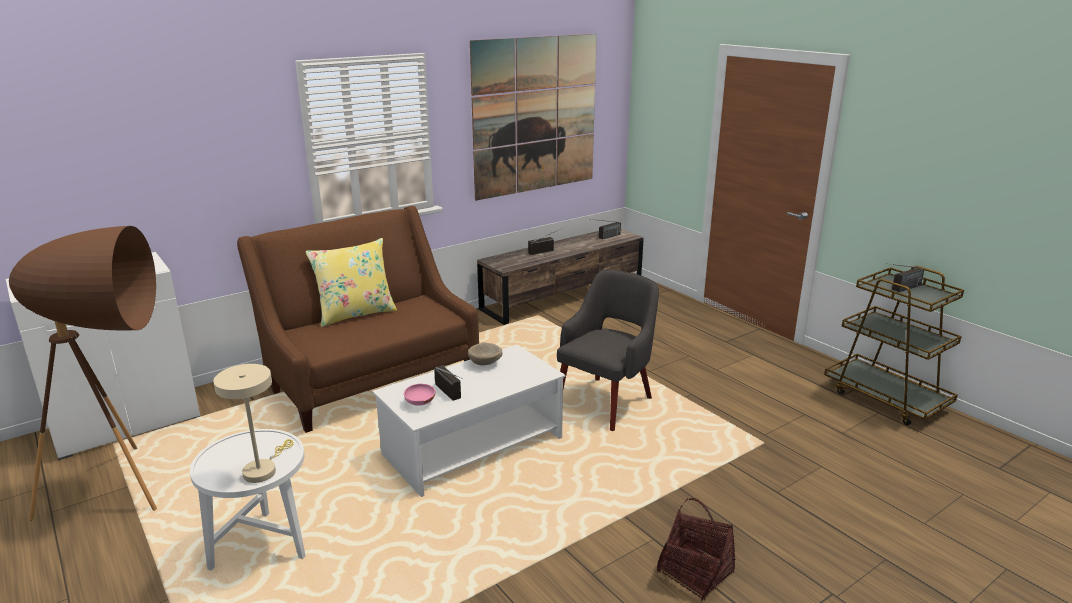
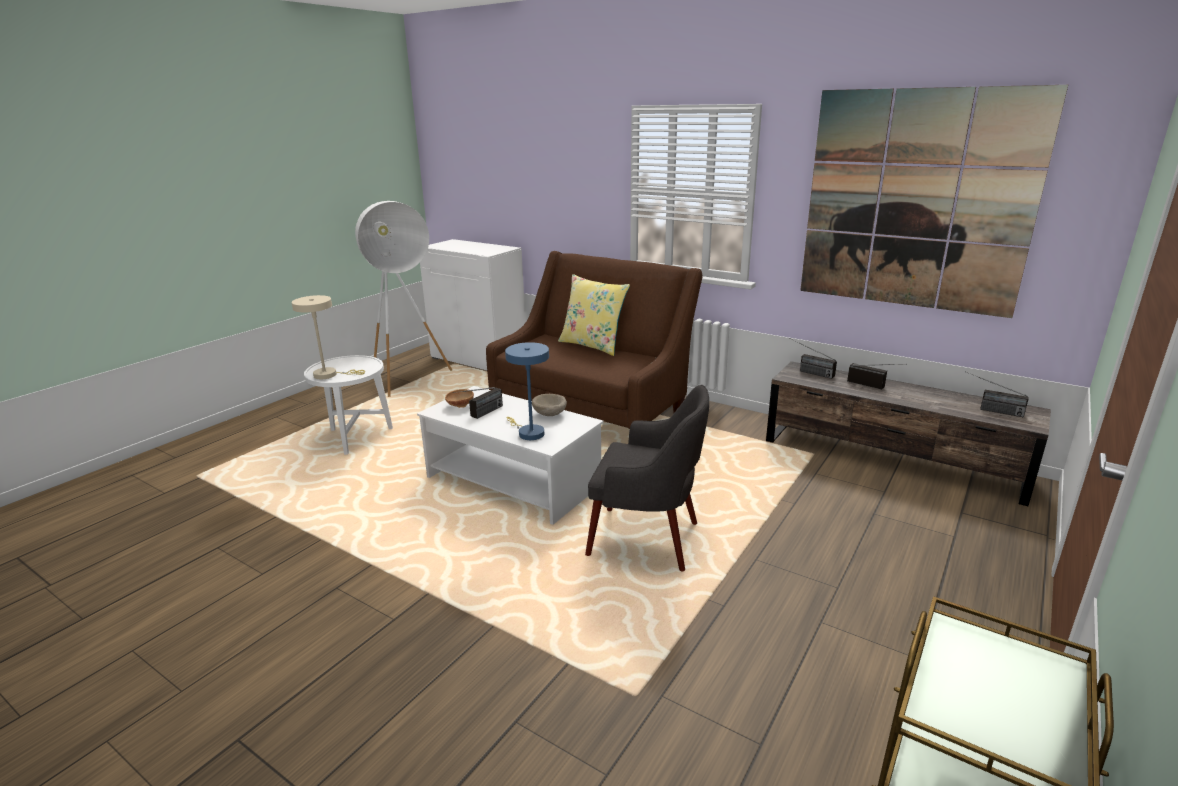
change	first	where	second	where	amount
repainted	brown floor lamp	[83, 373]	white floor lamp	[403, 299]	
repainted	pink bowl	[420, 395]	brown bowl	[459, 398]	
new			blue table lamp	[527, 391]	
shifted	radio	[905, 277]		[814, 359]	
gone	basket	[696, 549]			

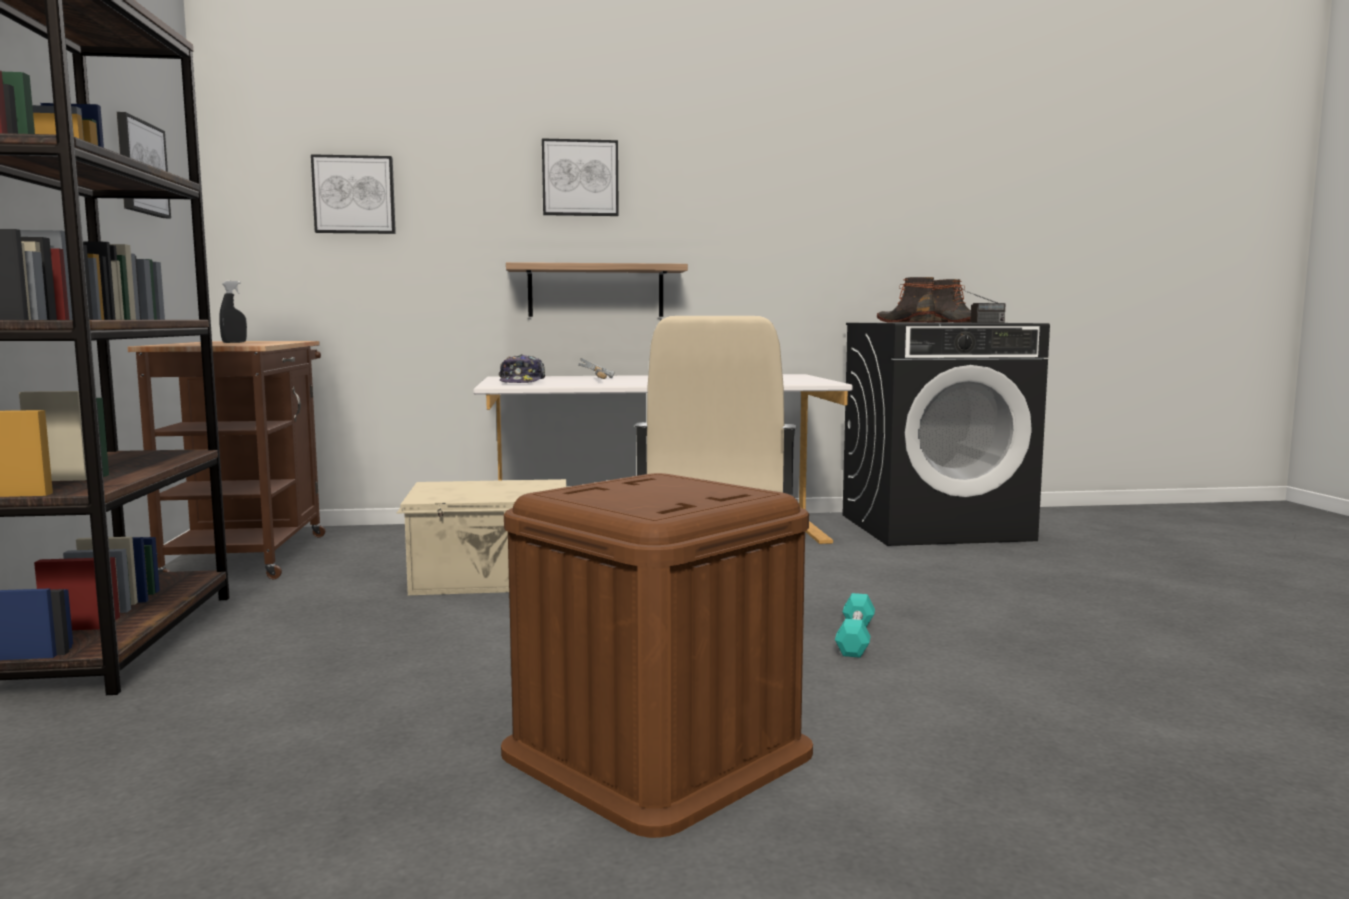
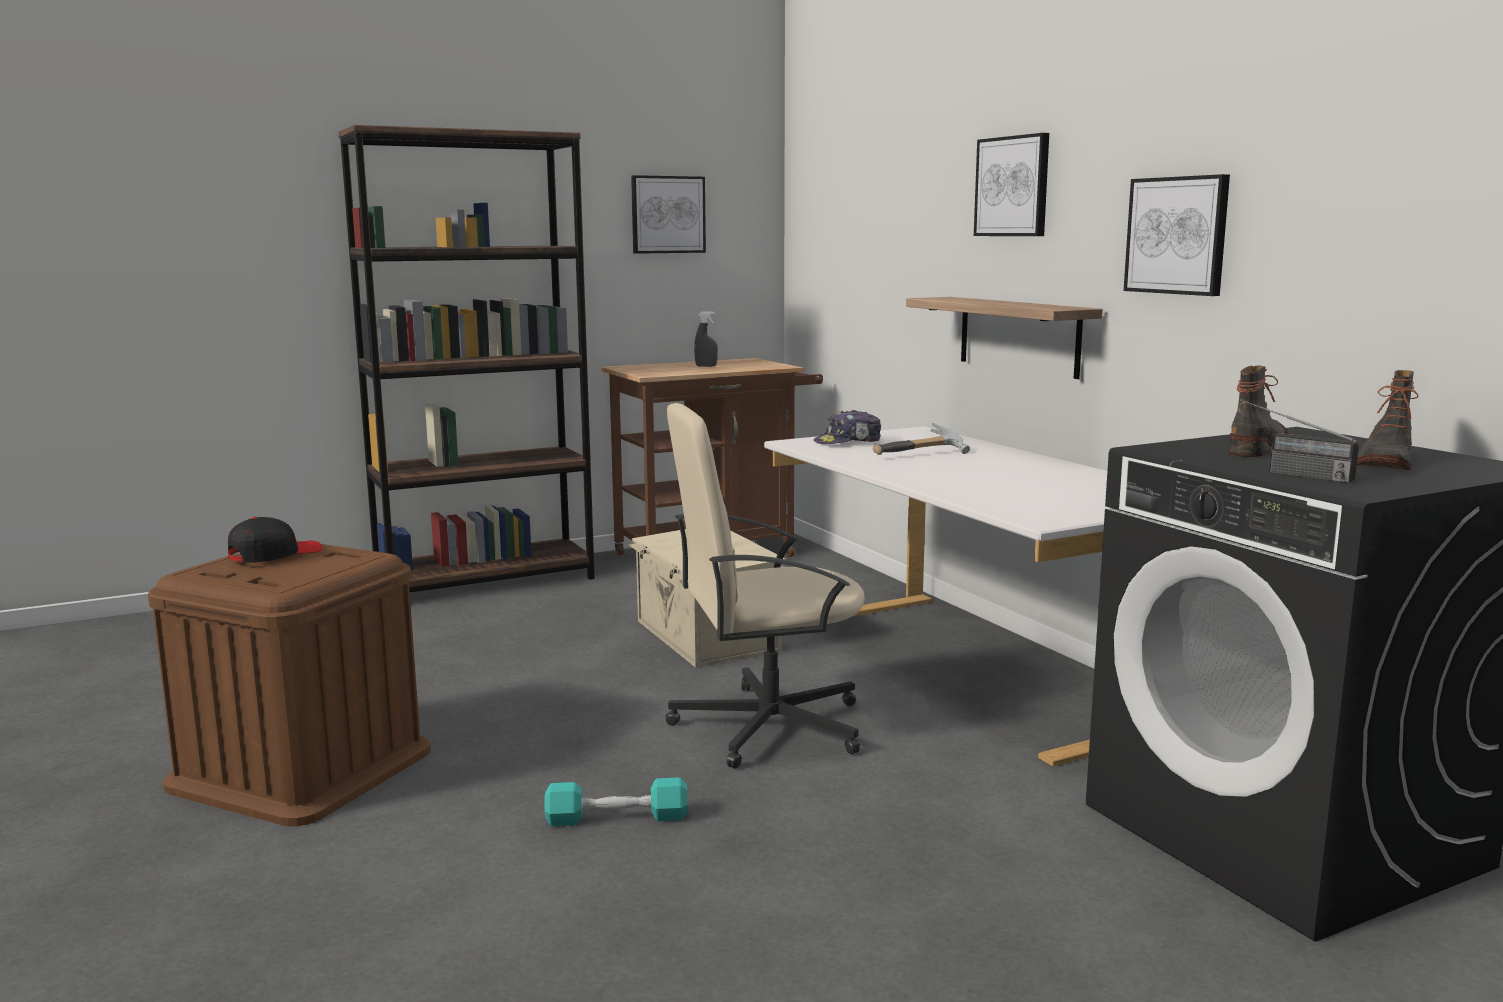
change	first	where	second	where	amount
new			black cap	[275, 540]	
shifted	picture	[353, 194]		[1177, 235]	

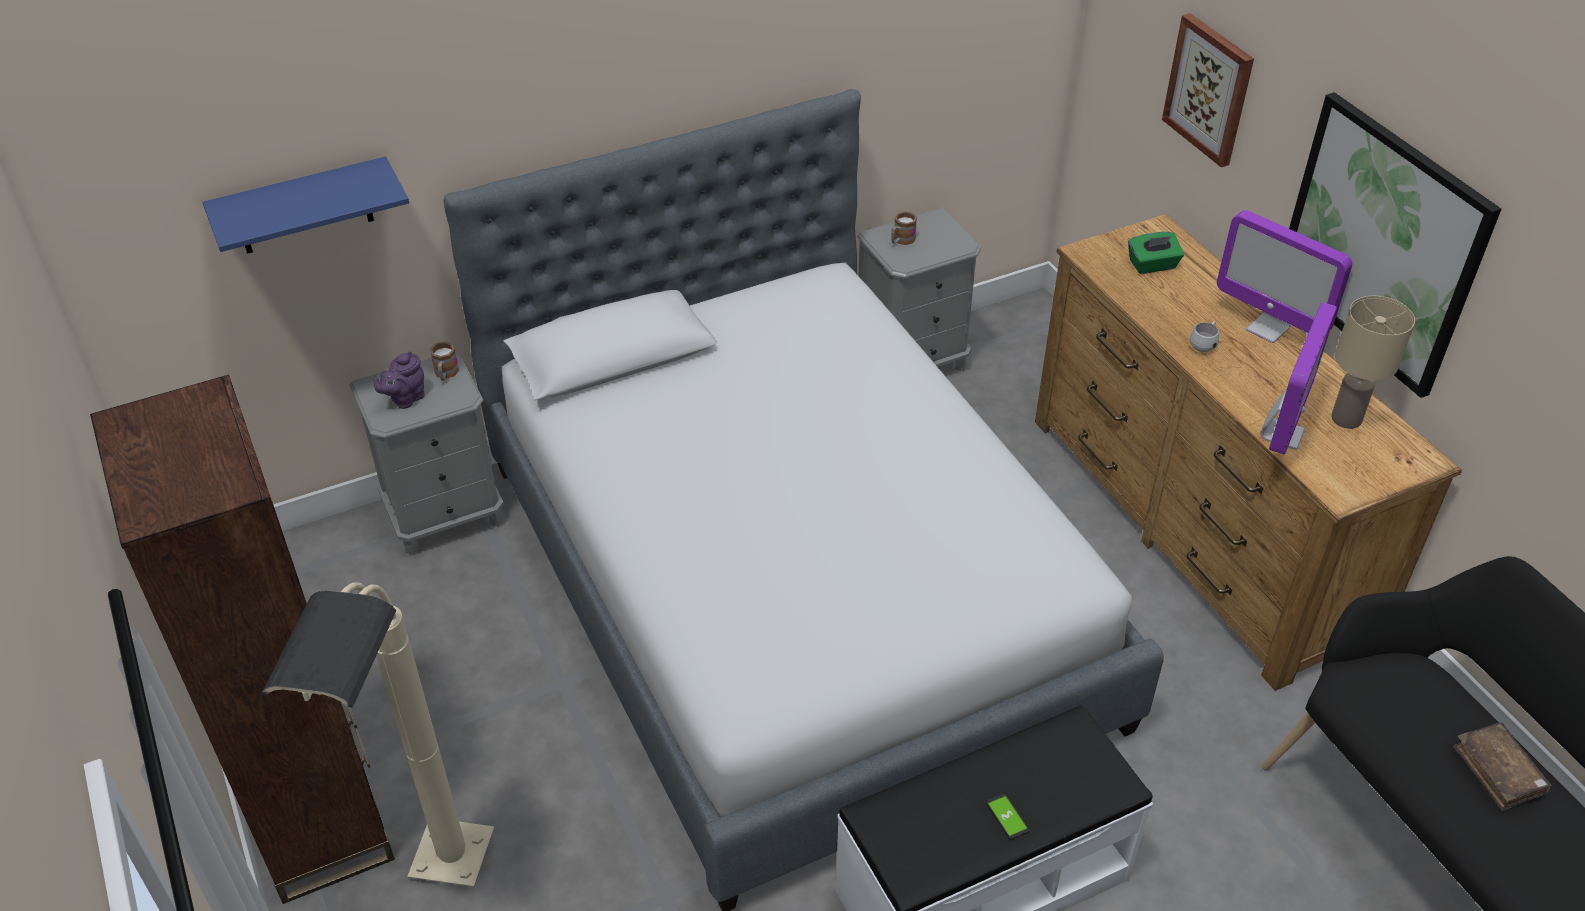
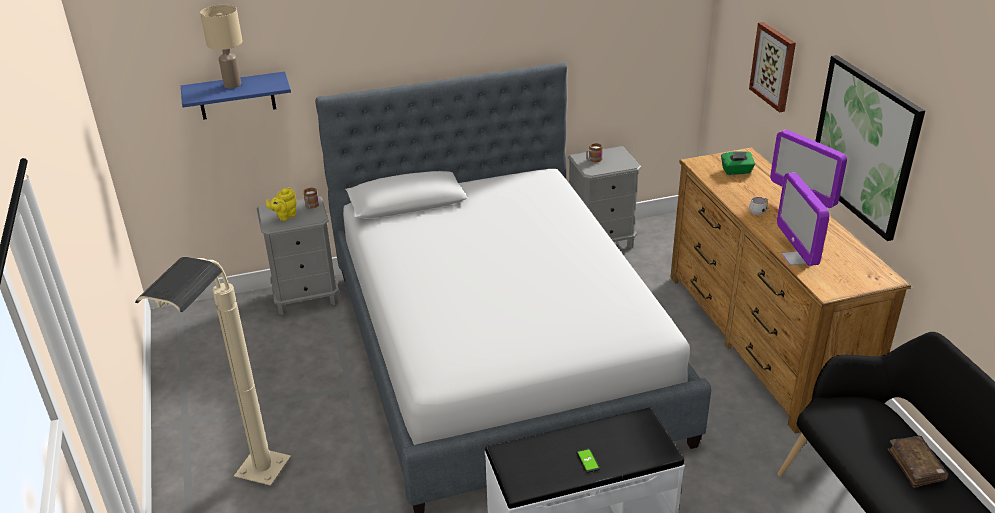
change	first	where	second	where	amount
shifted	beige table lamp	[1373, 362]		[221, 46]	
repainted	purple teapot	[399, 380]	yellow teapot	[281, 204]	
rotated	monitor	[1298, 378]		[803, 219]	135 degrees clockwise
gone	brown bookcase	[242, 639]			

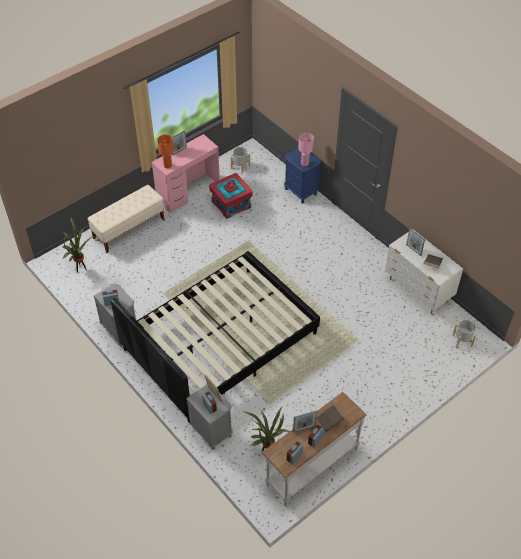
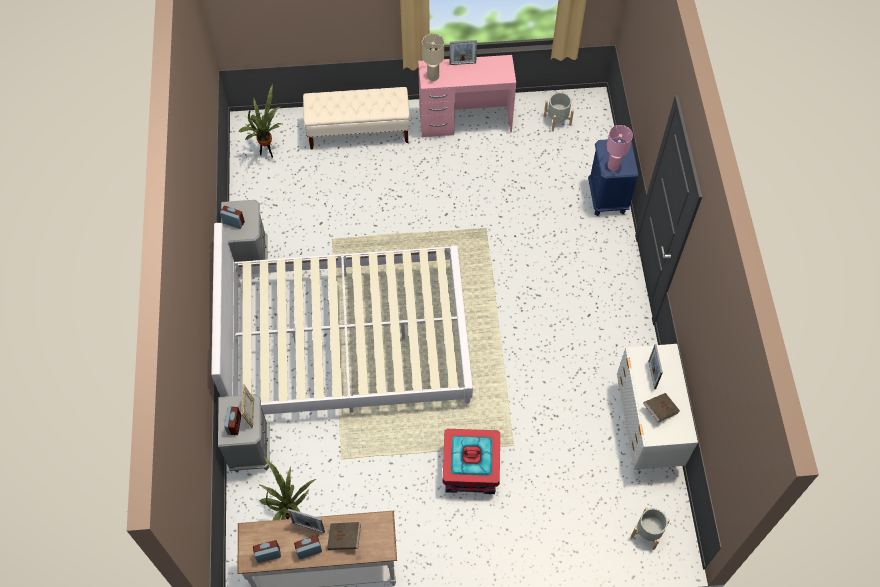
change	first	where	second	where	amount
repainted	black bed	[215, 337]	white bed	[342, 319]	
repainted	orange table lamp	[165, 151]	beige table lamp	[433, 57]	
shifted	red storage box	[231, 196]		[471, 461]	

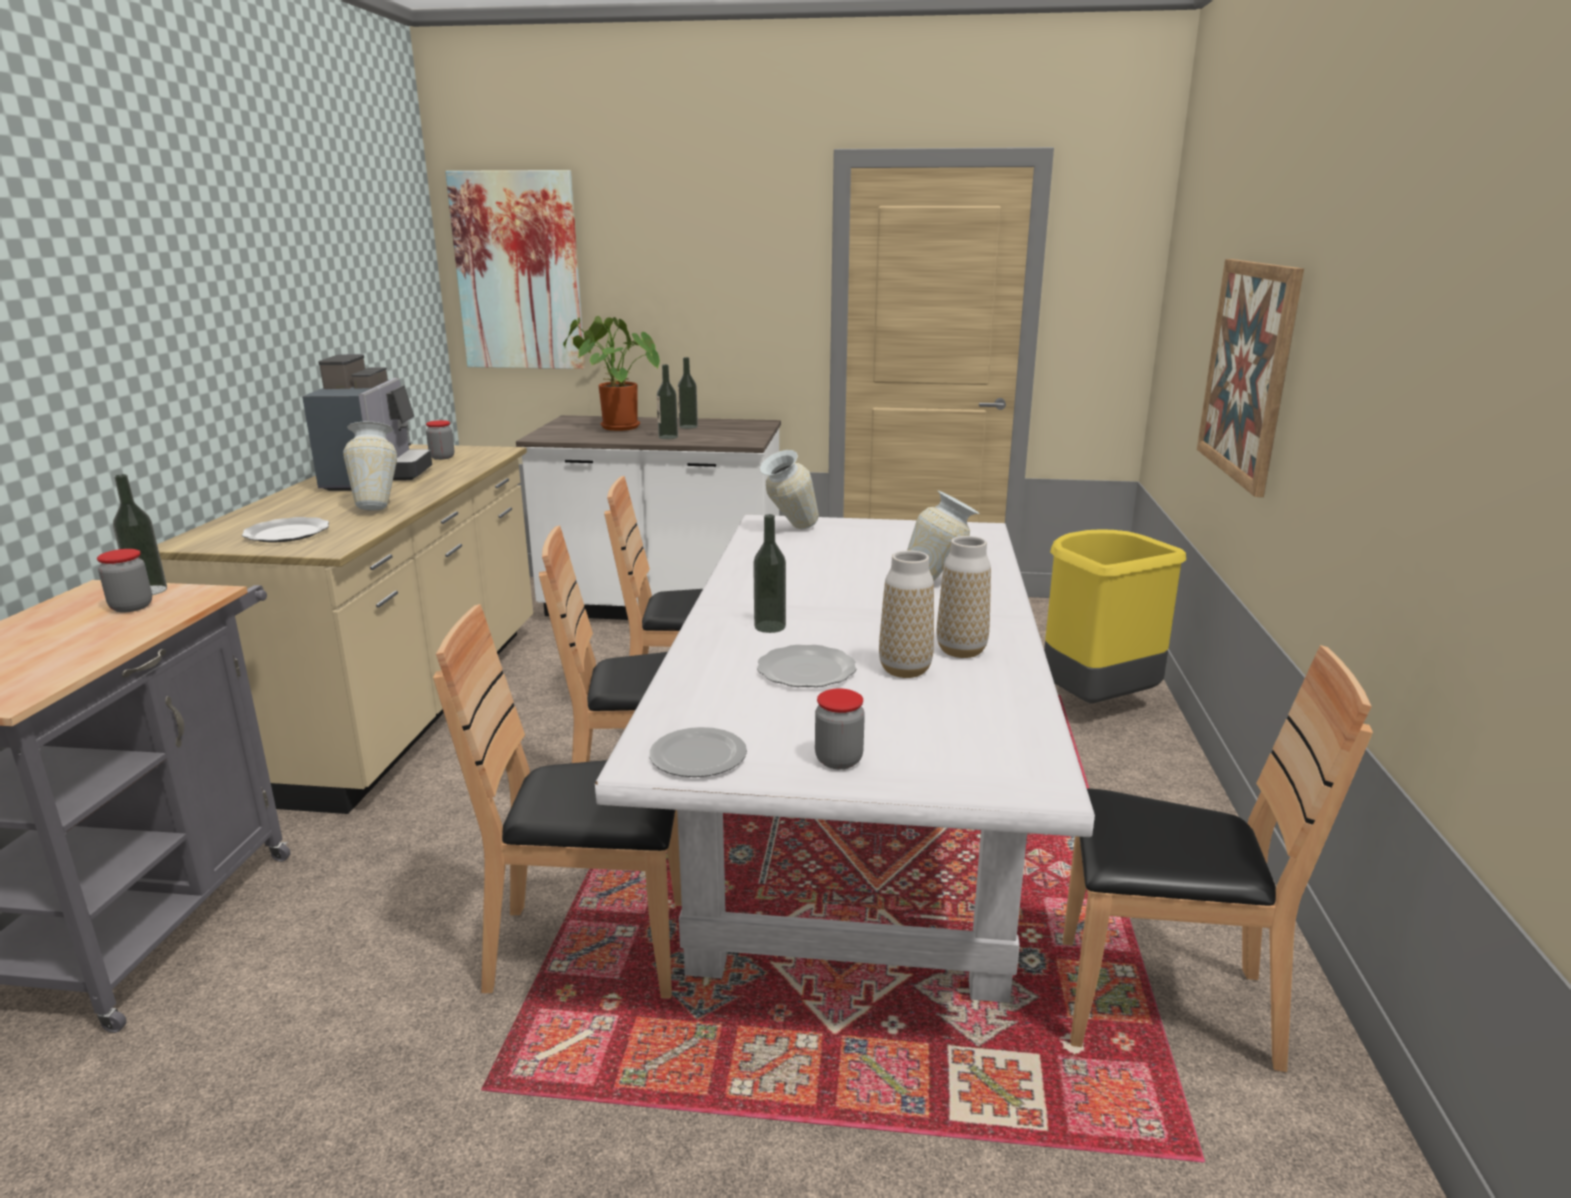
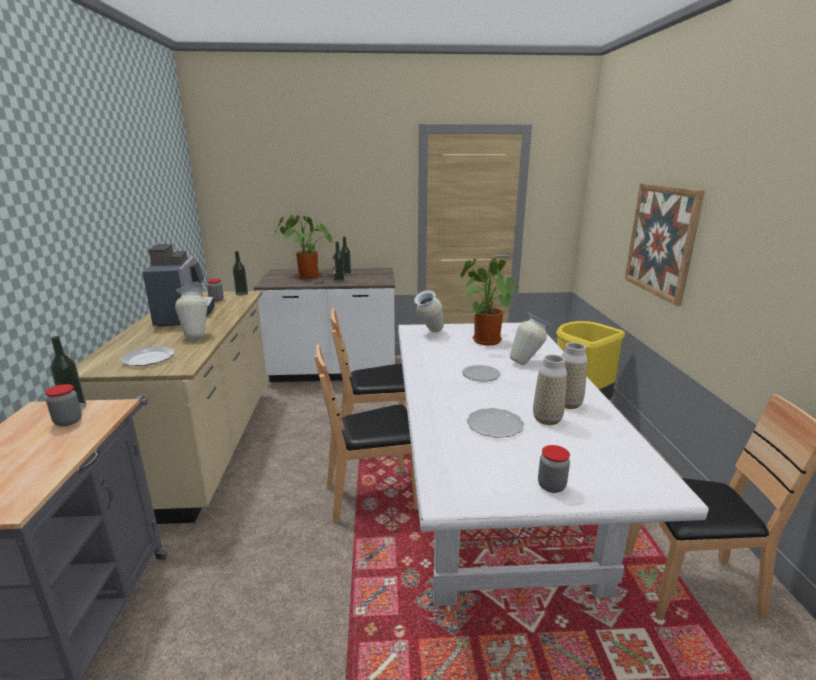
change	first	where	second	where	amount
shifted	bottle	[769, 573]		[240, 273]	
new			potted plant	[489, 302]	
shifted	plate	[698, 752]		[481, 373]	
gone	brown chair	[557, 801]			
gone	picture	[515, 269]			

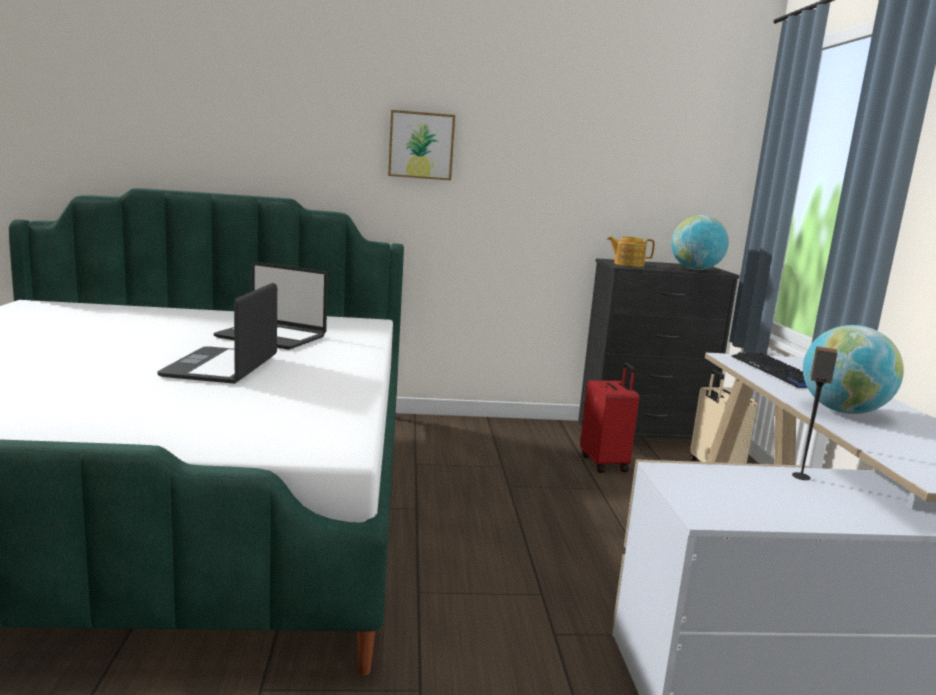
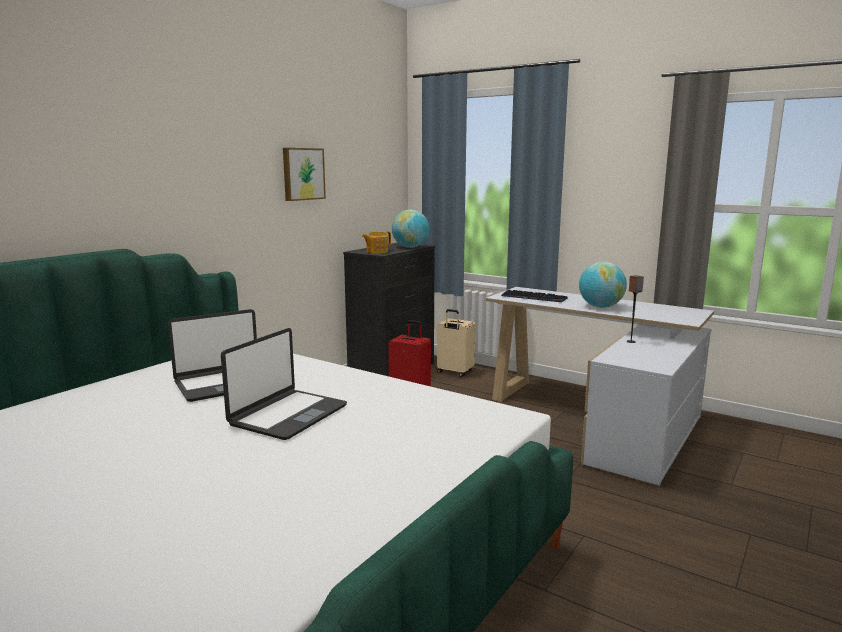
change	first	where	second	where	amount
rotated	laptop	[217, 333]		[284, 384]	105 degrees counterclockwise
shifted	picture	[421, 145]		[304, 174]	

